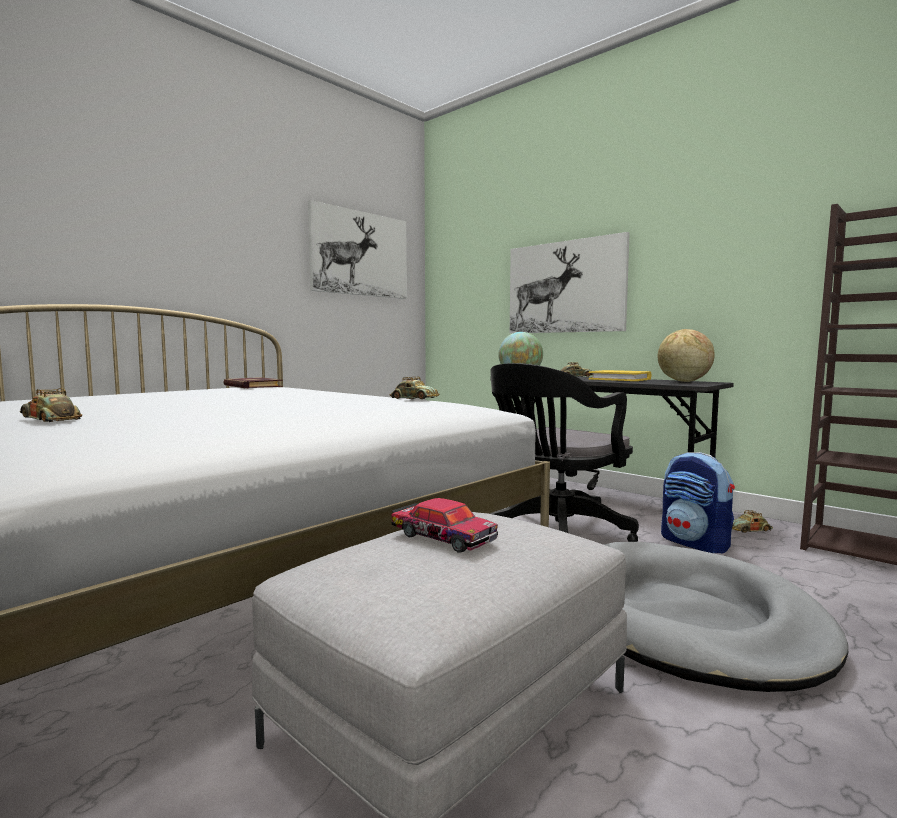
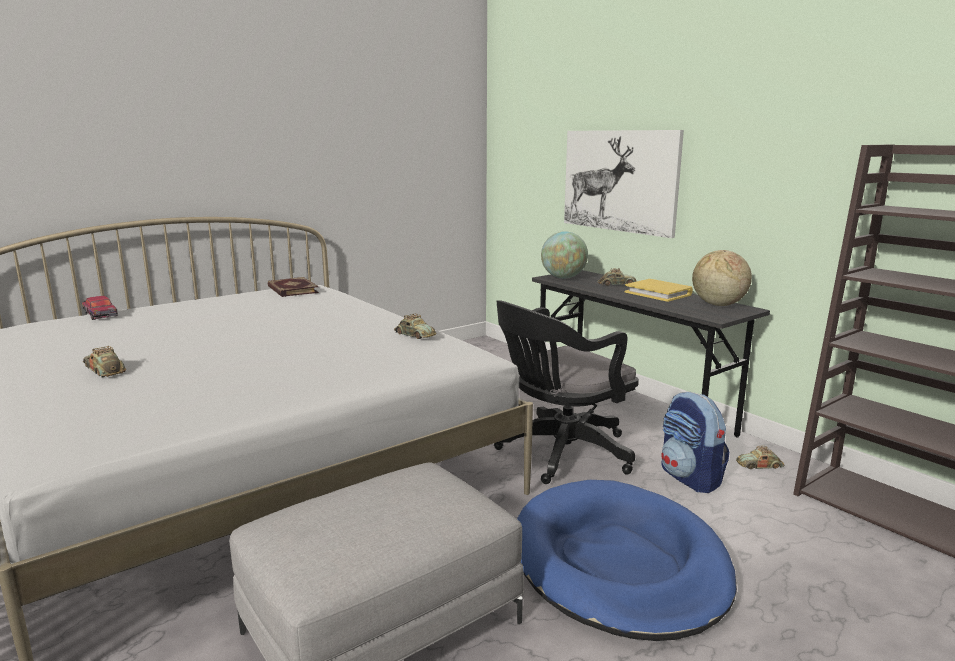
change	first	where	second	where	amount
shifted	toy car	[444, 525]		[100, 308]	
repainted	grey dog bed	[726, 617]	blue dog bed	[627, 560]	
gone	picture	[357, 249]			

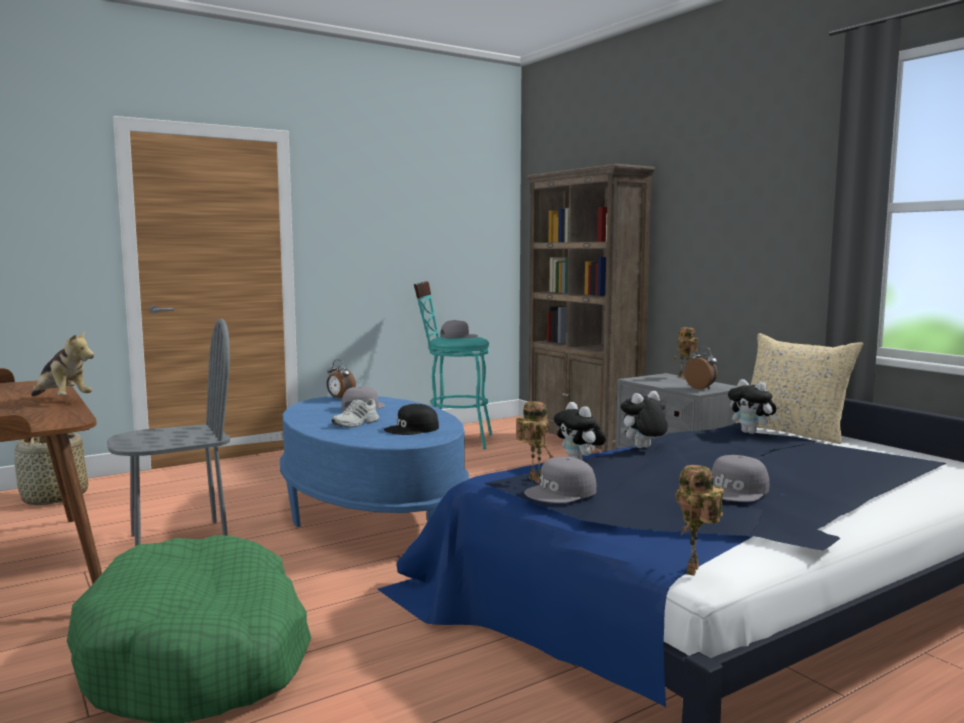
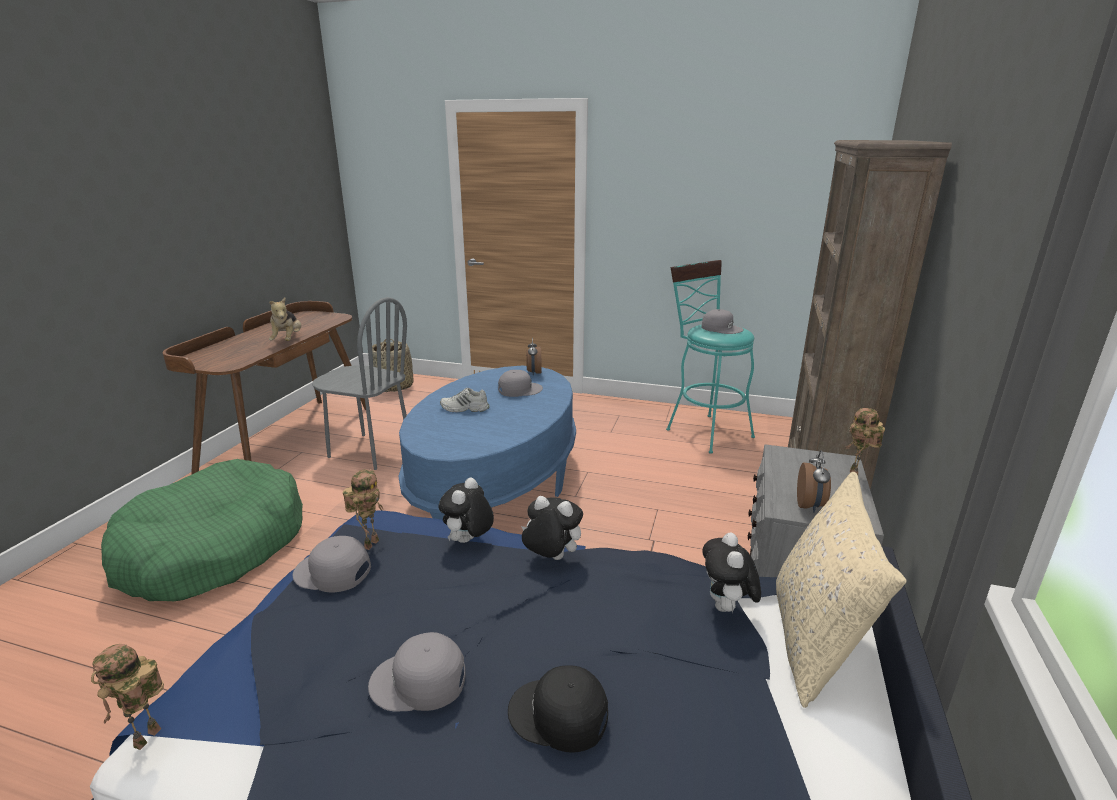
change	first	where	second	where	amount
rotated	toy robot	[699, 520]		[127, 697]	60 degrees counterclockwise
shifted	black cap	[411, 419]		[558, 709]	

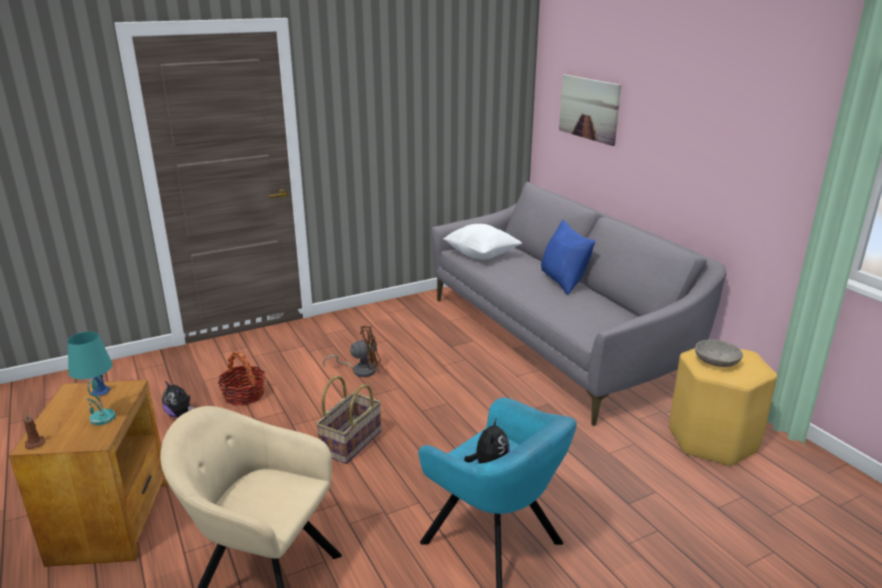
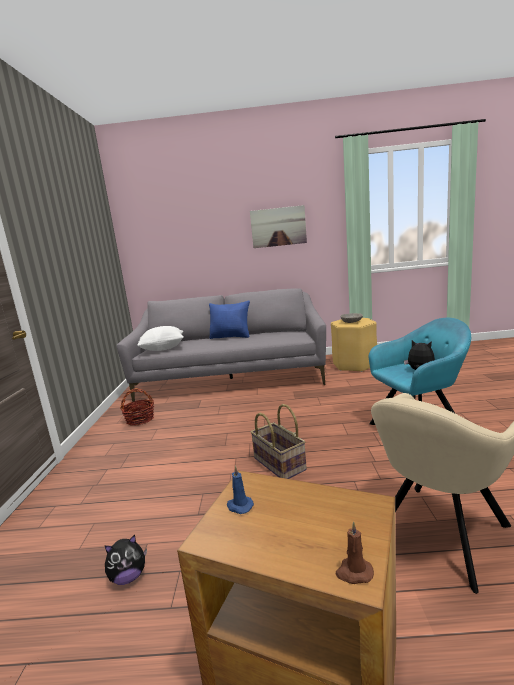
change	first	where	second	where	amount
shifted	basket	[241, 379]		[137, 407]	
shifted	picture	[590, 110]		[278, 226]	
gone	turquoise table lamp	[92, 378]			
gone	brown fan	[352, 351]			

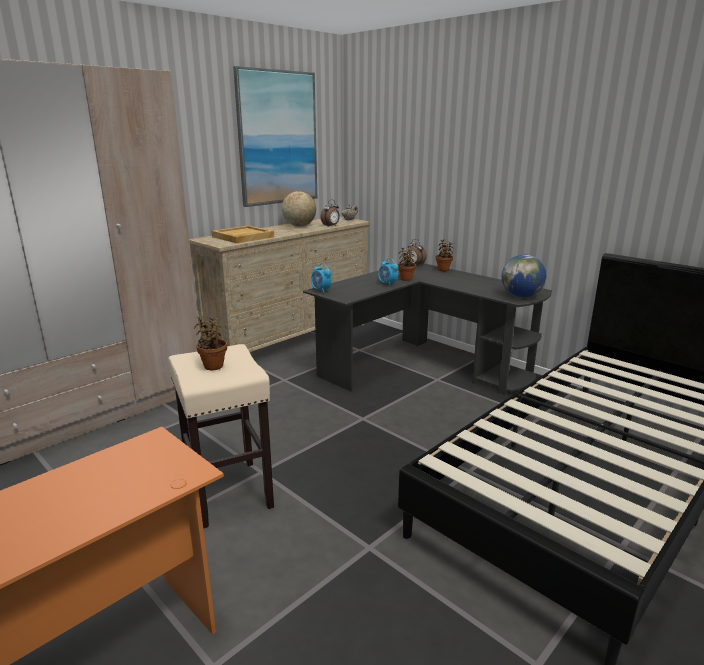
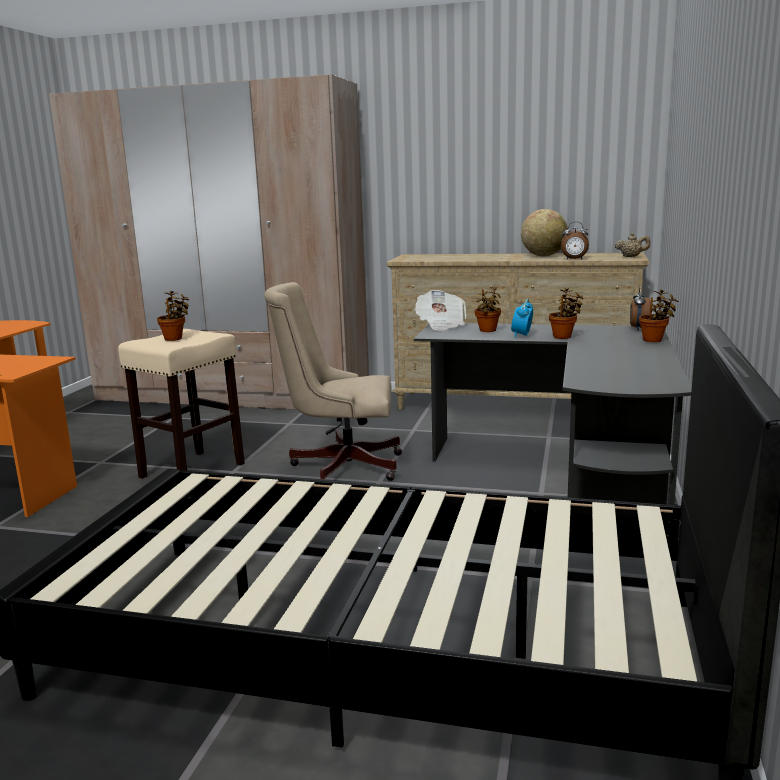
change	first	where	second	where	amount
new			beige office chair	[333, 381]	
swapped	alarm clock	[321, 278]	newspaper	[440, 310]	
new			potted plant	[487, 309]	
gone	beige tray	[242, 234]			
gone	picture	[275, 136]			
gone	globe	[524, 276]			

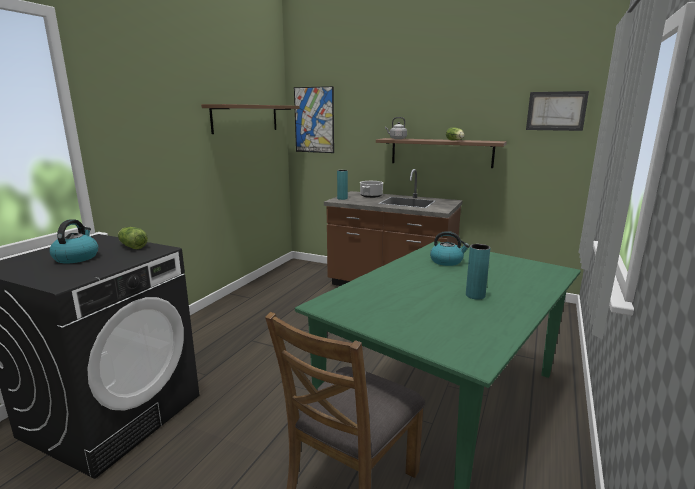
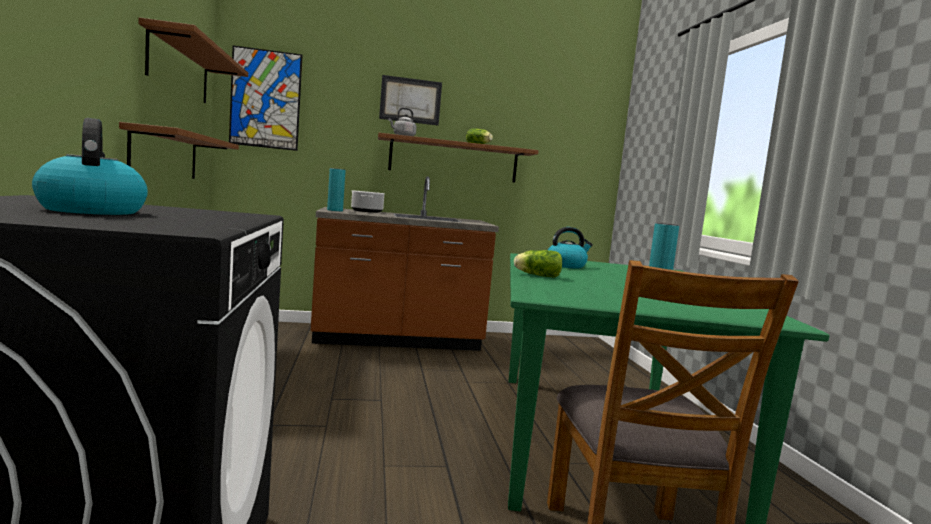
change	first	where	second	where	amount
new			brown shelf	[179, 150]	
shifted	picture	[557, 111]		[410, 100]	
shifted	lettuce	[133, 238]		[538, 264]	

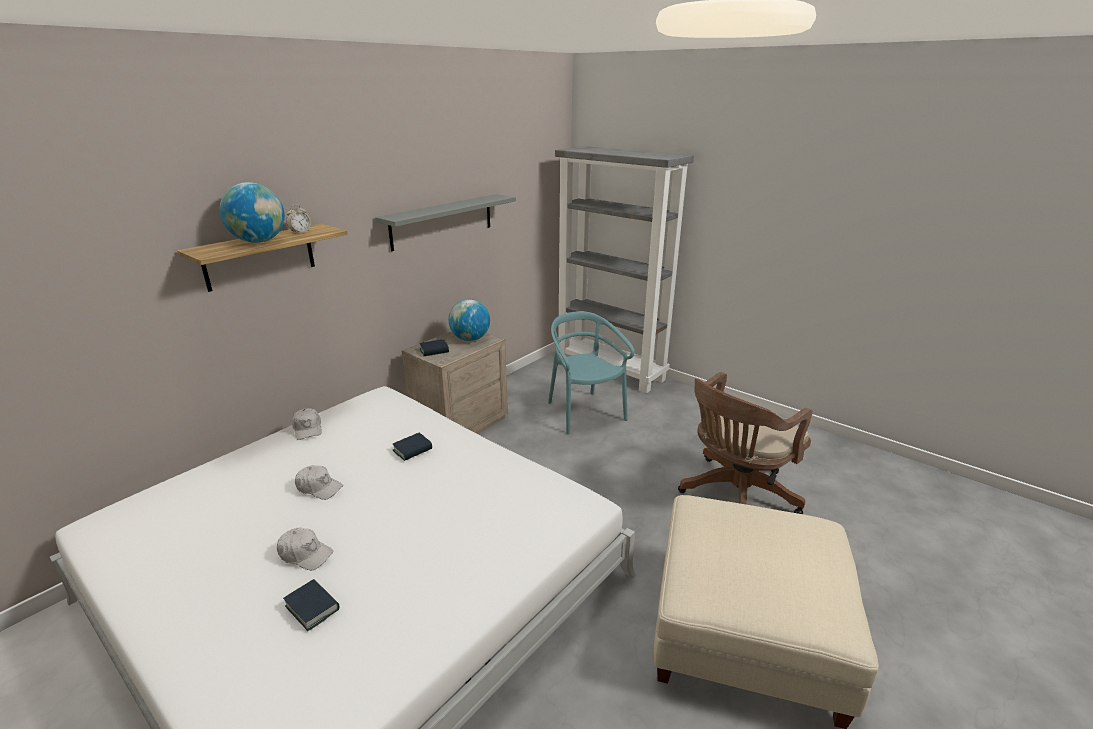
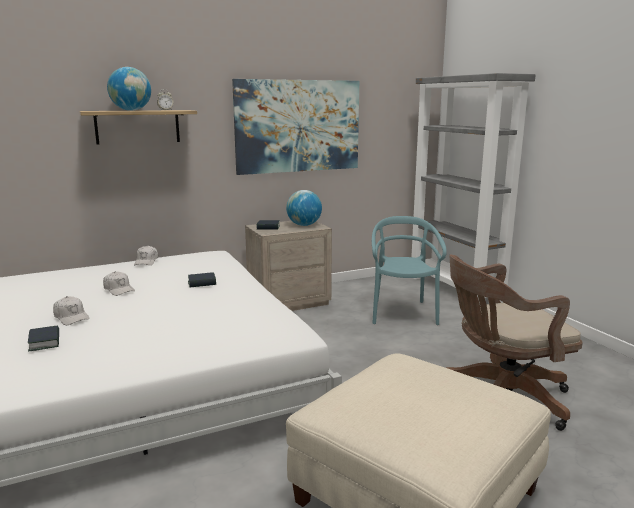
change	first	where	second	where	amount
swapped	grey shelf	[445, 222]	picture	[295, 127]	

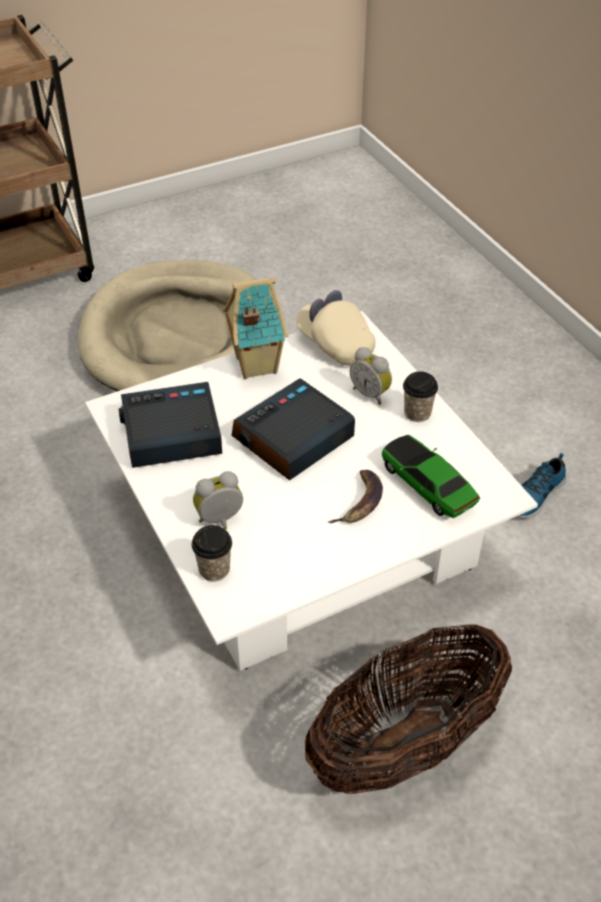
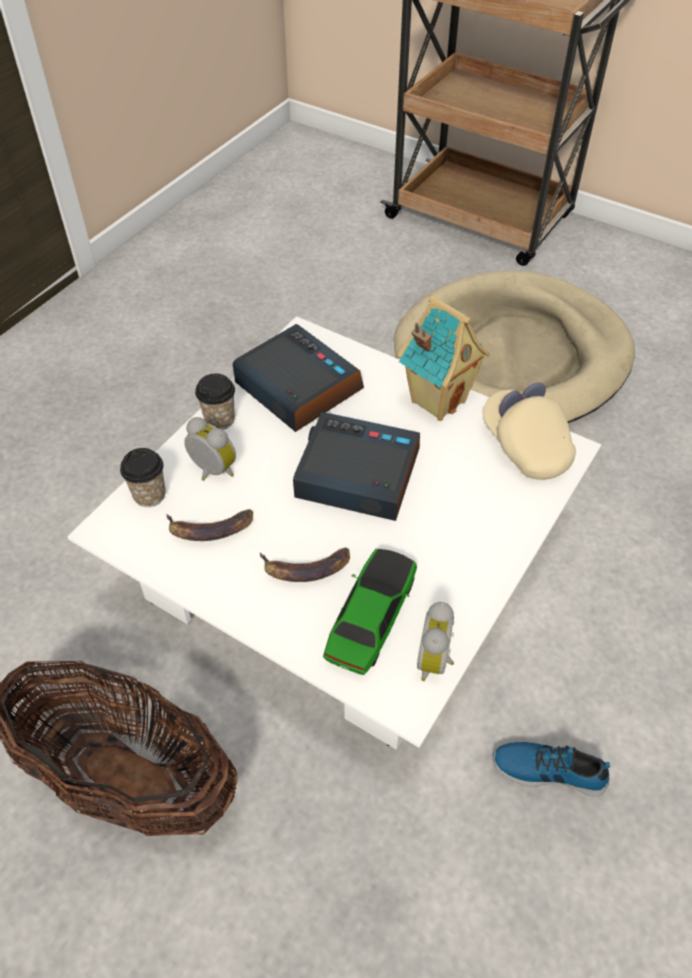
change	first	where	second	where	amount
new			banana	[209, 525]	
shifted	cup	[420, 397]		[215, 401]	
shifted	alarm clock	[371, 376]		[435, 641]	
rotated	beige cap	[335, 327]		[529, 431]	45 degrees counterclockwise

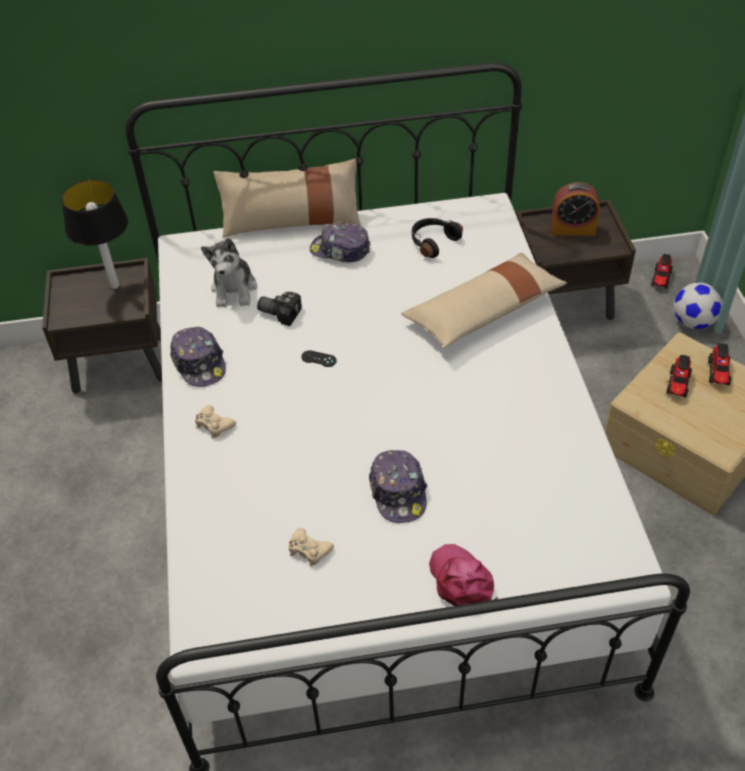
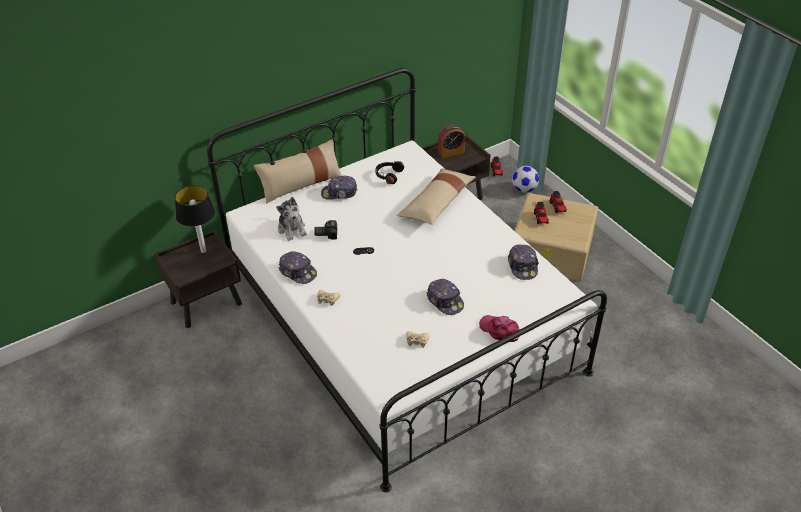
change	first	where	second	where	amount
new			cap	[523, 262]	

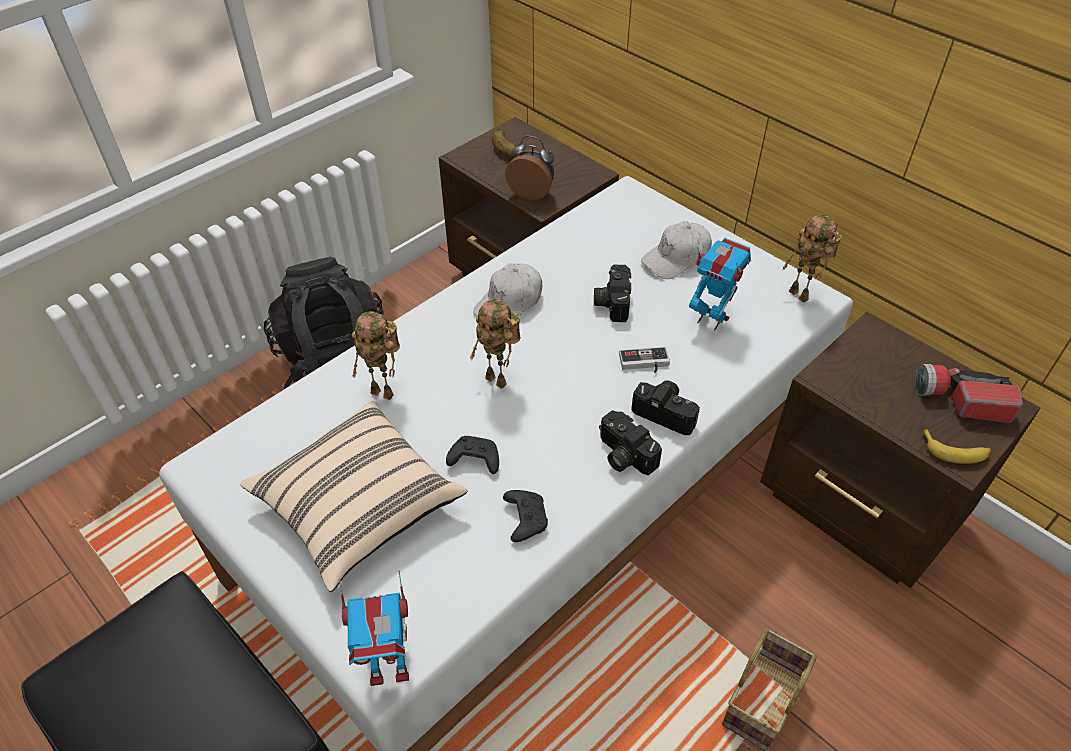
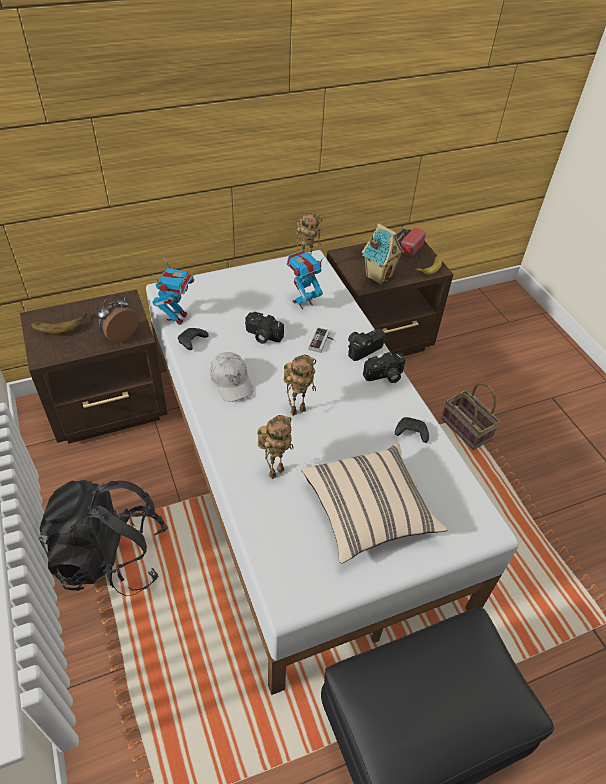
change	first	where	second	where	amount
shifted	toy robot	[374, 628]		[172, 290]	
shifted	black game controller	[472, 455]		[193, 339]	
new			toy house	[383, 254]	
gone	white cap	[676, 250]			

